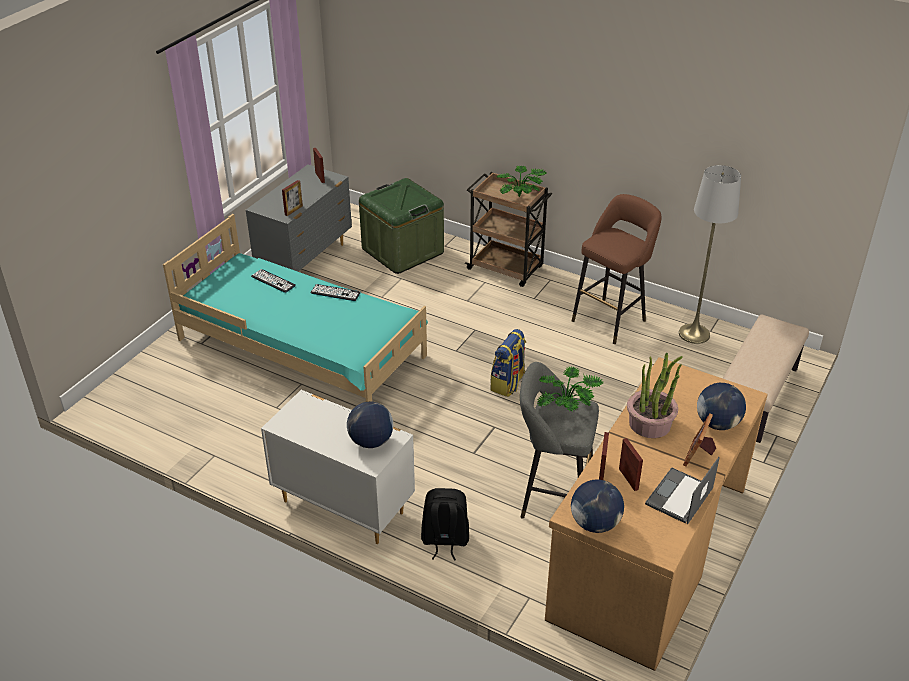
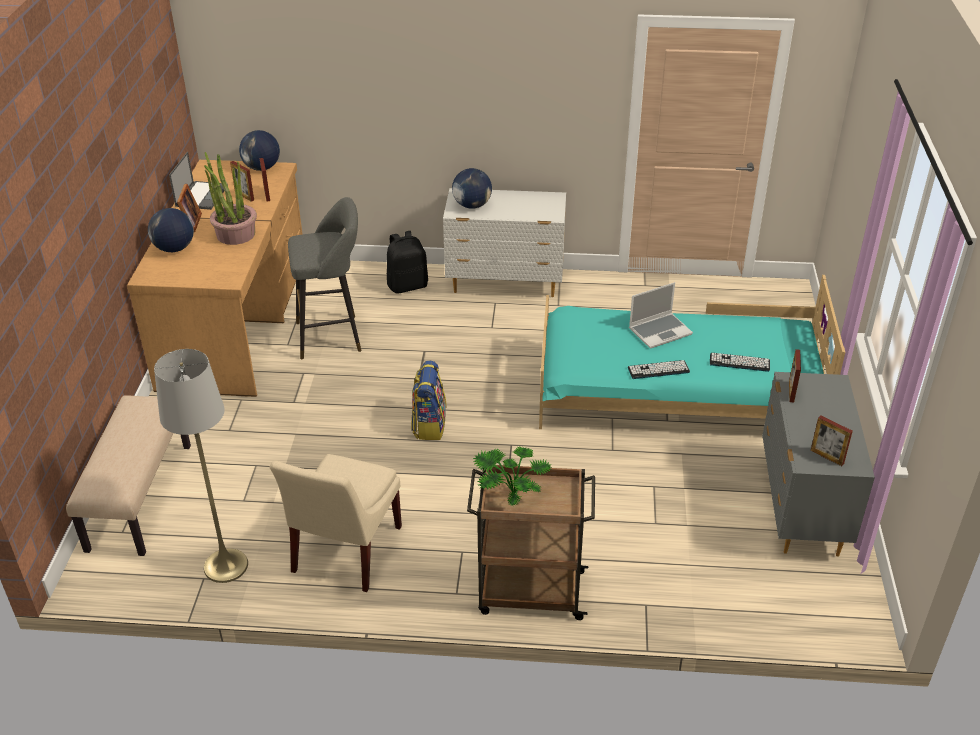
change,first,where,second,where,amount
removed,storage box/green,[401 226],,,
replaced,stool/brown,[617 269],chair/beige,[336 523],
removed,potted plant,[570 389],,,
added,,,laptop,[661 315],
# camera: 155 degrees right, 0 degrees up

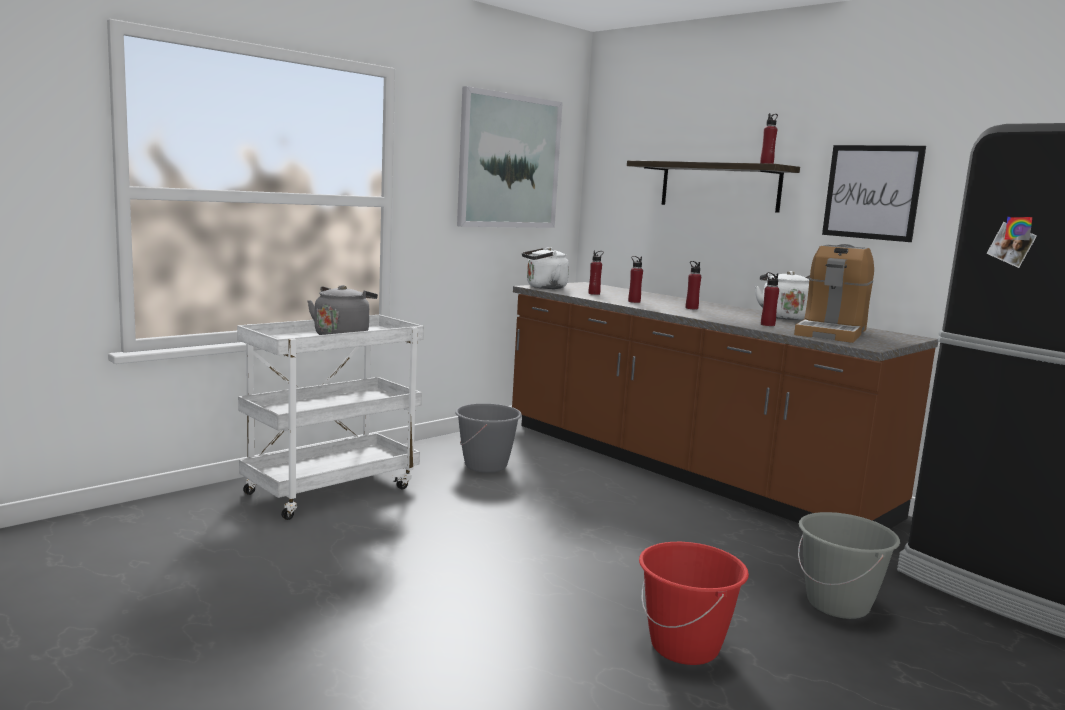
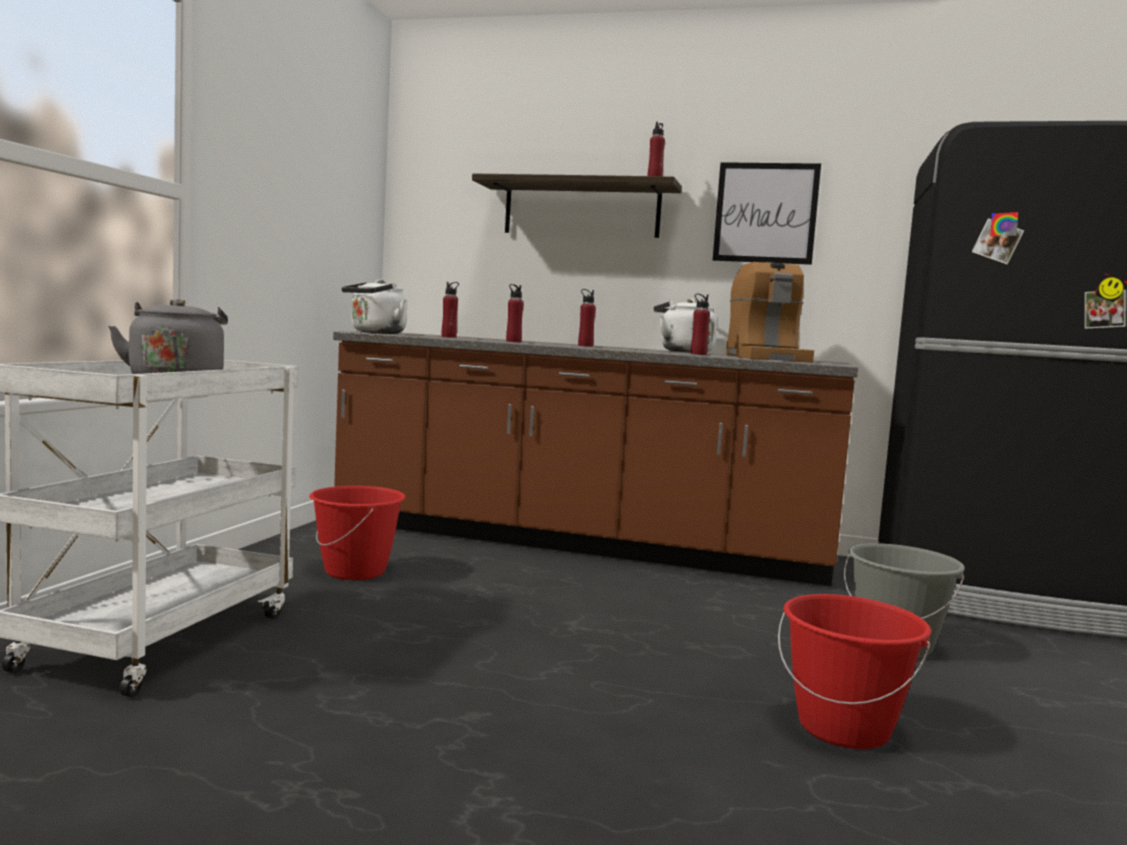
change,first,where,second,where,amount
removed,picture,[510 157],,,
recoloured,bucket/grey,[488 438],bucket/red,[357 533],
# camera: 30 degrees left, 5 degrees down

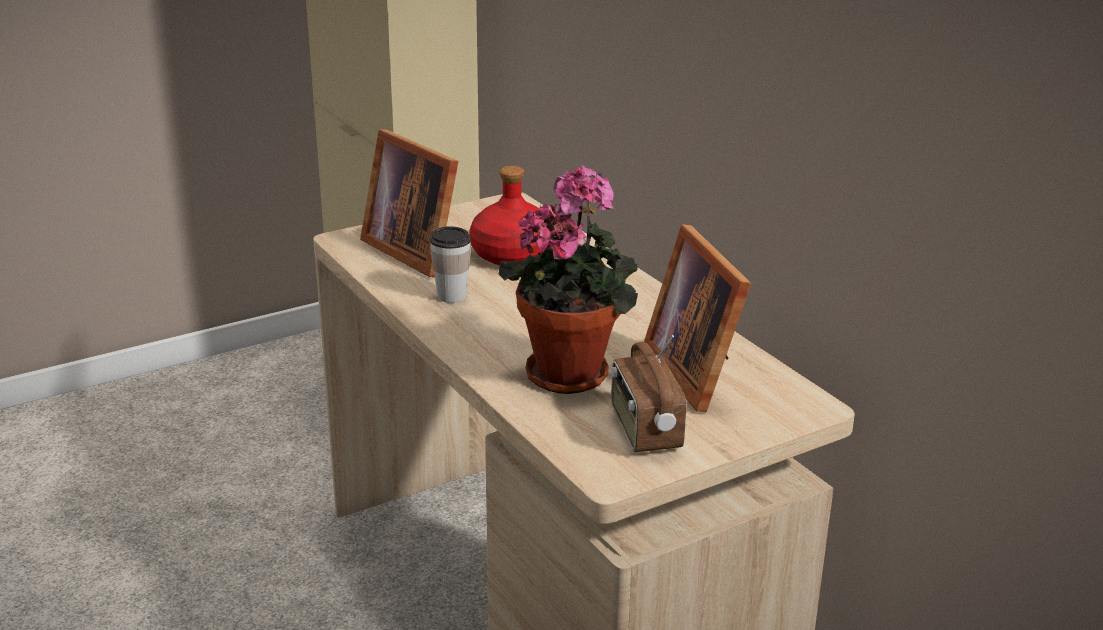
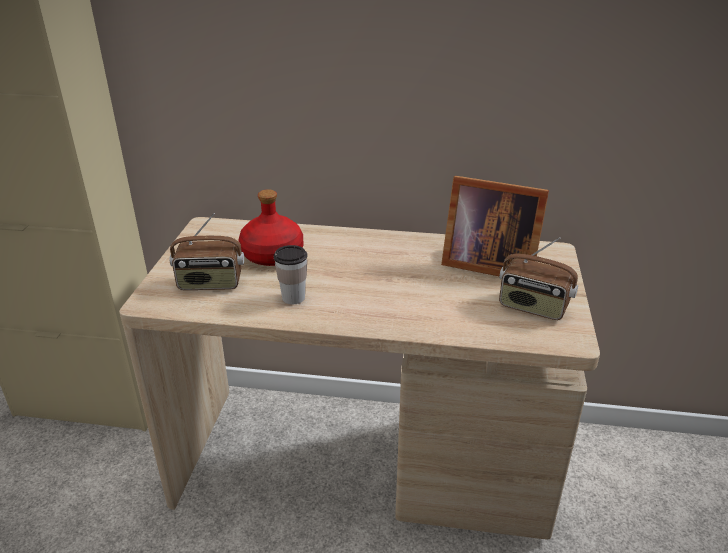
change,first,where,second,where,amount
replaced,picture frame,[409 203],radio,[206 251],
removed,potted plant,[568 279],,,
# camera: 50 degrees left, 5 degrees up

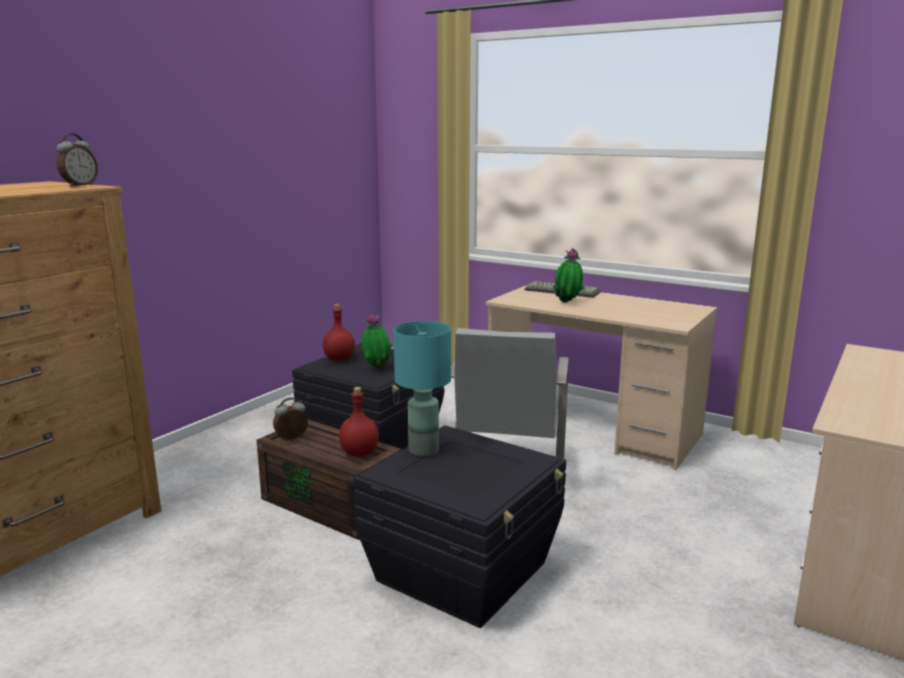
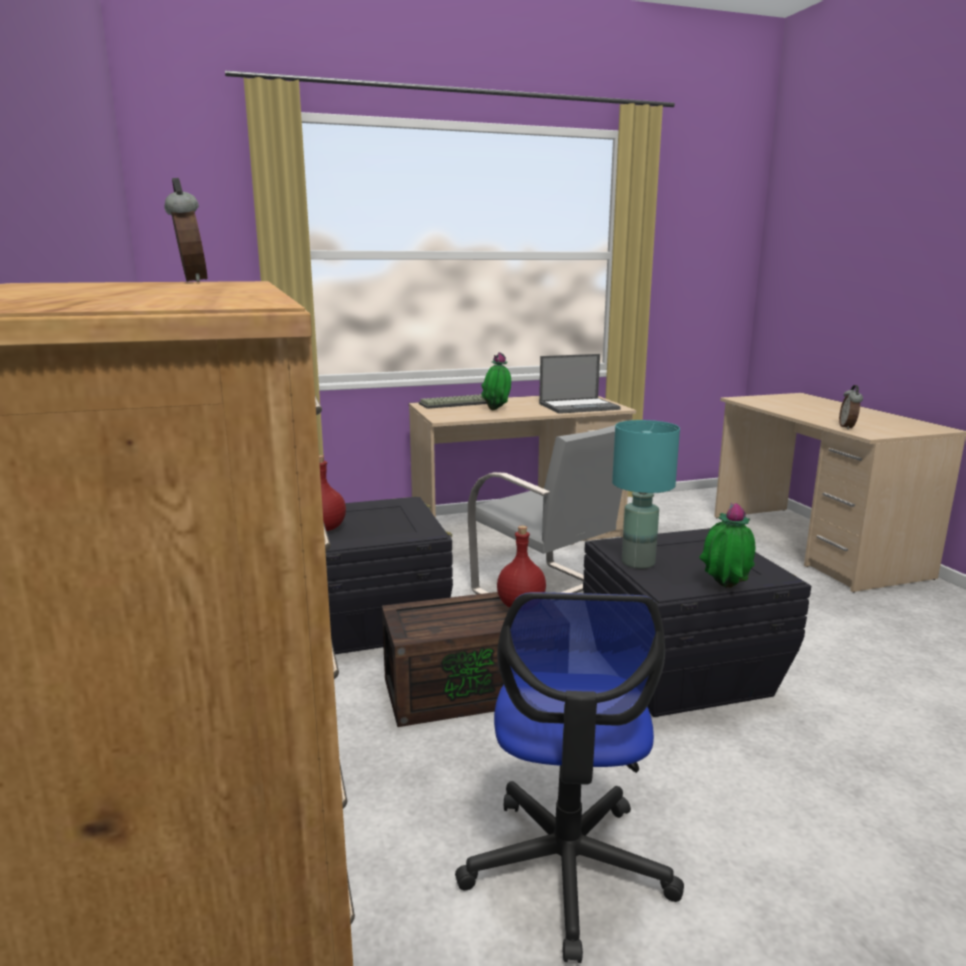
change,first,where,second,where,amount
moved,potted plant,[377 341],,[727 545],
moved,alarm clock,[290 419],,[851 407],
added,,,laptop,[580 384],
added,,,office chair,[569 777],
# camera: 50 degrees left, 0 degrees up

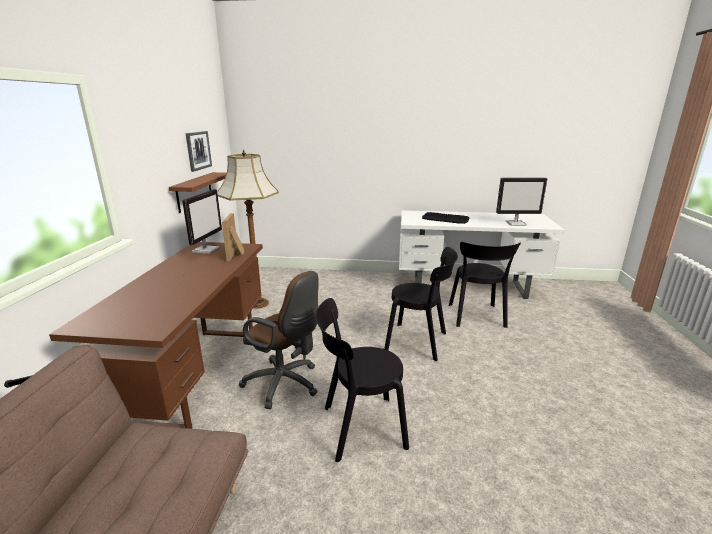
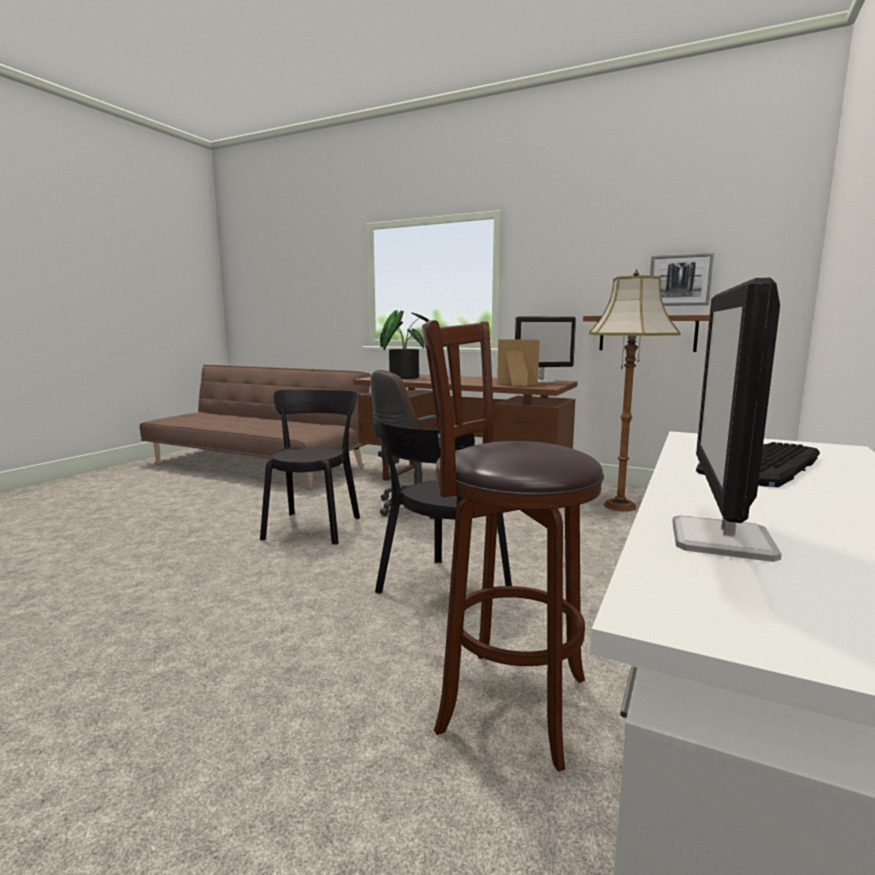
change,first,where,second,where,amount
turned,monitor,[202 221],,[545 350],45 degrees counterclockwise
replaced,chair/black,[485 285],stool/brown,[513 546],
added,,,potted plant,[404 345],
# camera: 110 degrees right, 10 degrees down

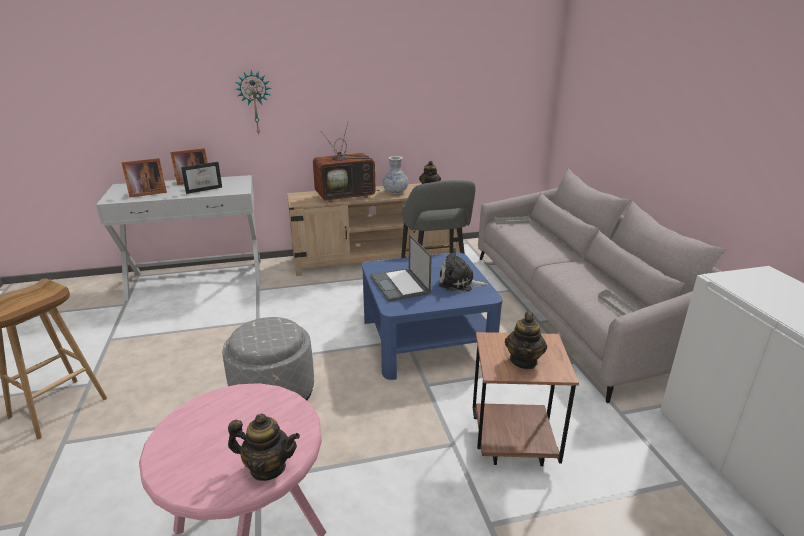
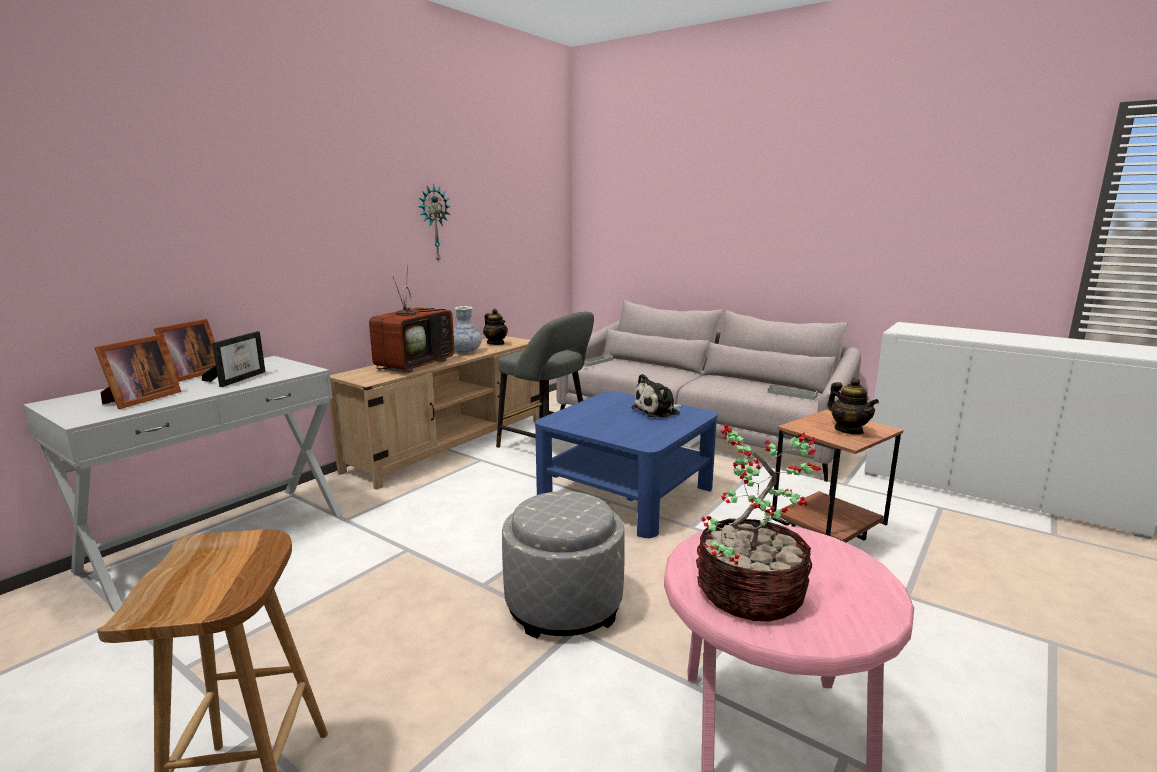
change,first,where,second,where,amount
moved,wall clock,[253 102],,[434 224],
removed,laptop,[401 268],,,
removed,teapot,[264 447],,,
added,,,potted plant,[759 522],
# camera: 40 degrees left, 10 degrees down

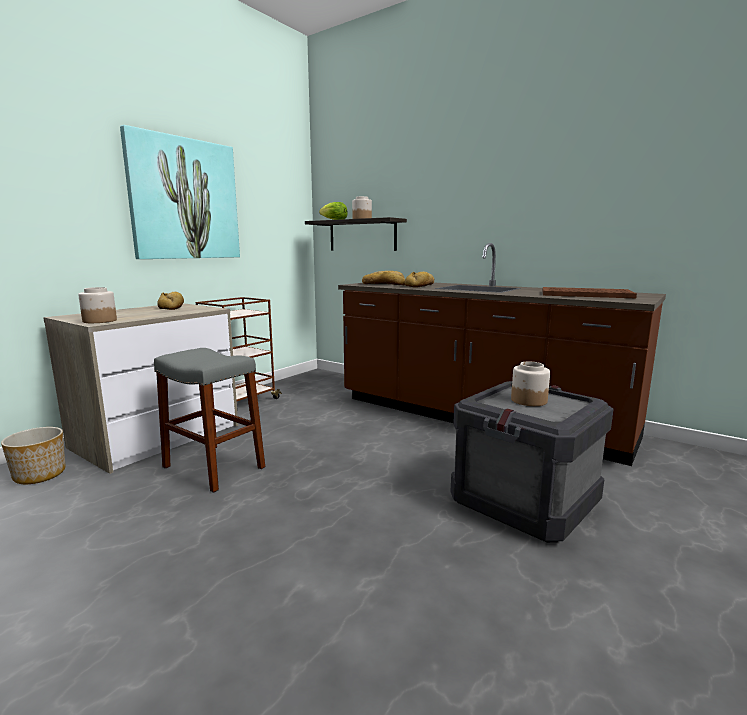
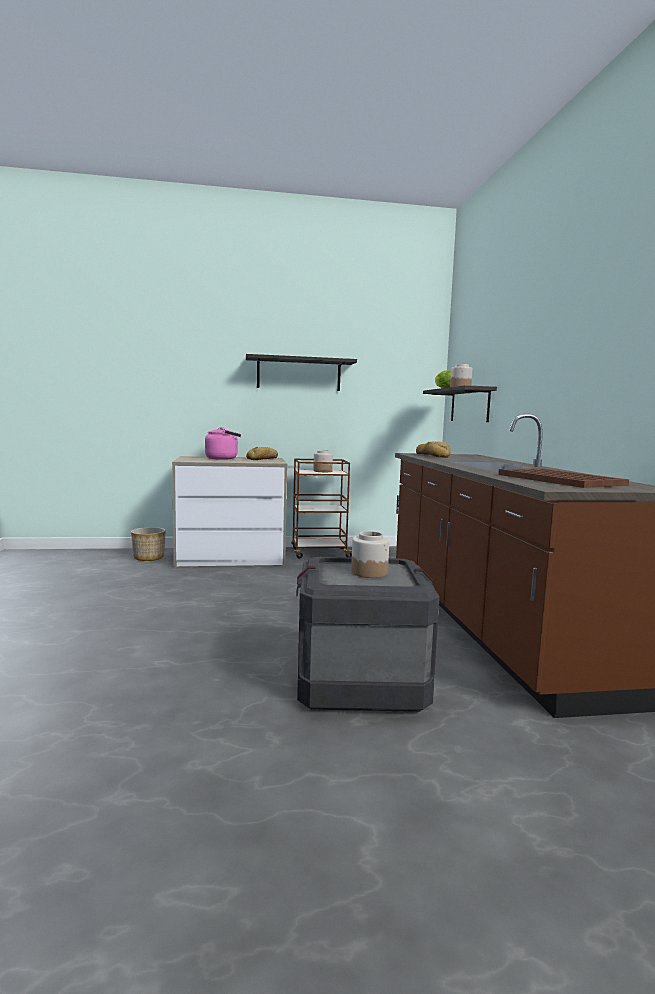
change,first,where,second,where,amount
replaced,picture,[180 192],shelf,[301 372],
removed,bread,[419 280],,,
moved,jar,[97 305],,[323 461],
removed,stool/grey,[209 420],,,
added,,,kettle/pink,[223 443],
# camera: 45 degrees right, 5 degrees down

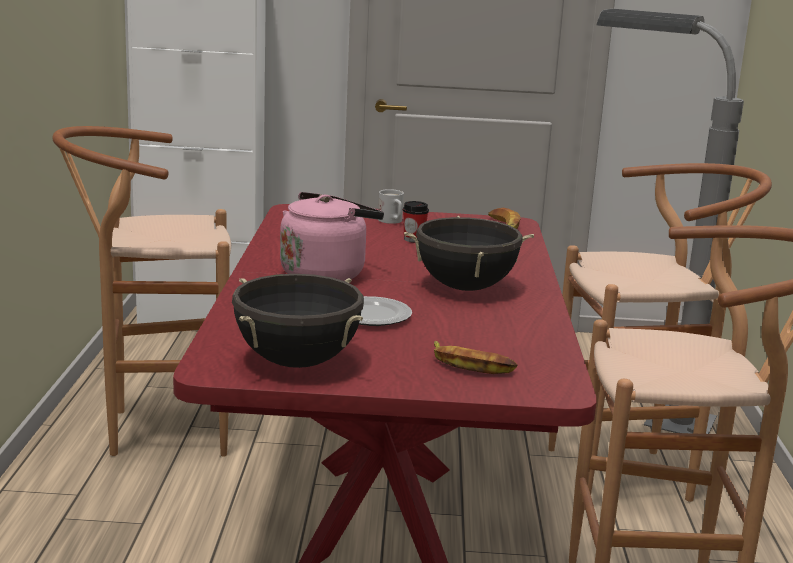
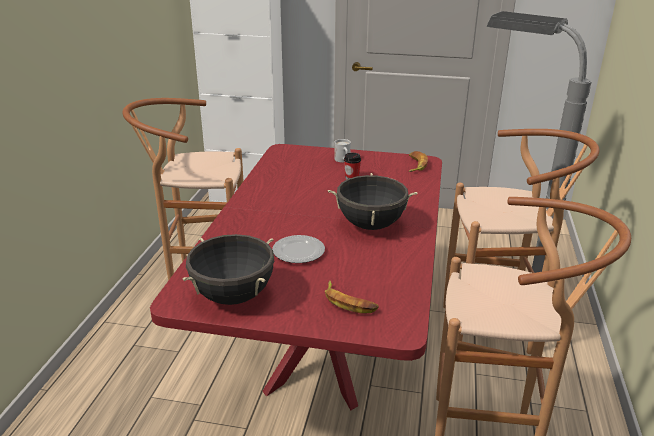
change,first,where,second,where,amount
removed,kettle/pink,[332 236],,,
# camera: 10 degrees right, 10 degrees up

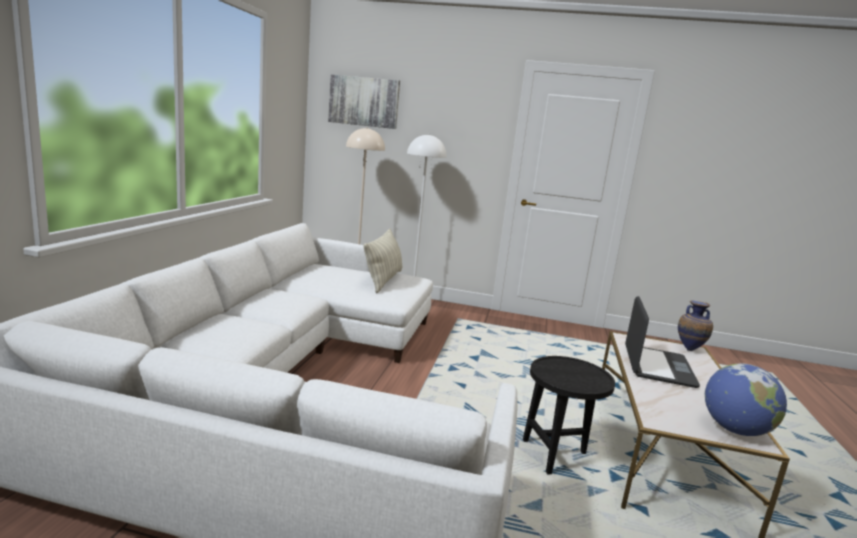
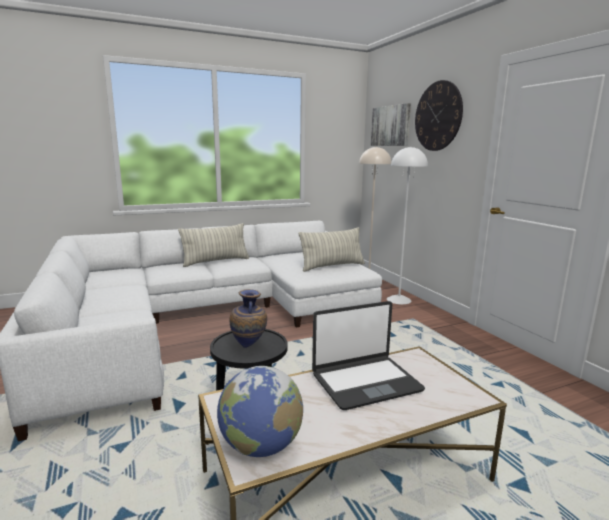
change,first,where,second,where,amount
moved,vase,[695 326],,[248 318],
added,,,wall clock,[439 115],
added,,,pillow,[213 245],
# camera: 55 degrees right, 0 degrees up

